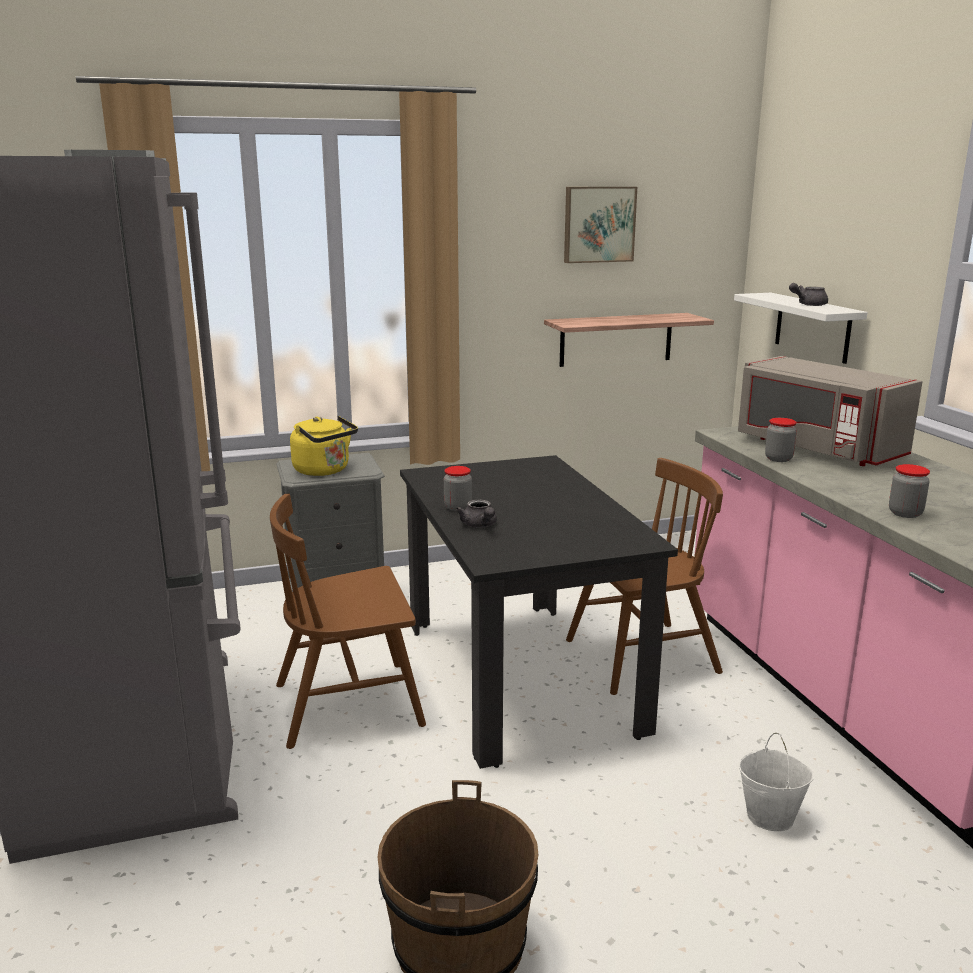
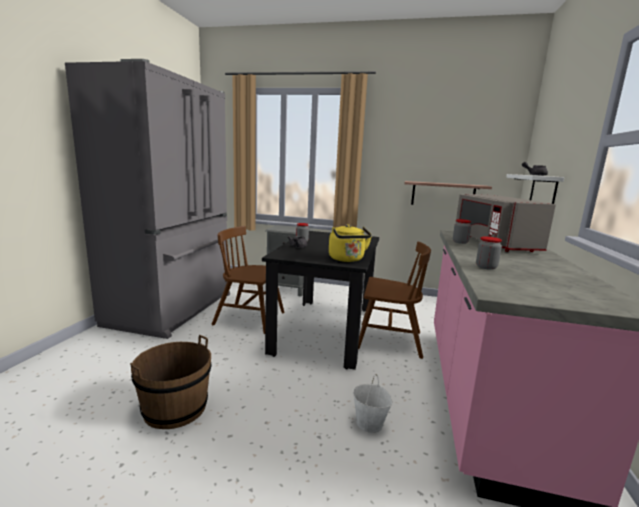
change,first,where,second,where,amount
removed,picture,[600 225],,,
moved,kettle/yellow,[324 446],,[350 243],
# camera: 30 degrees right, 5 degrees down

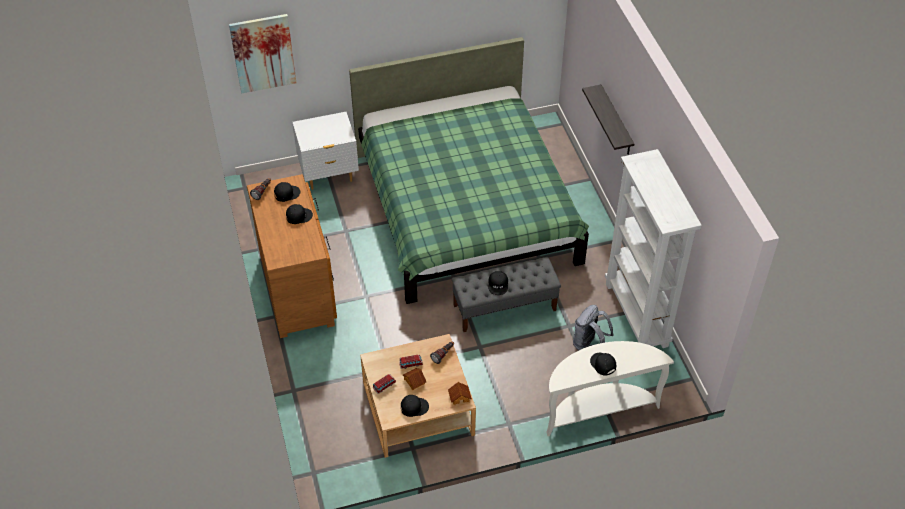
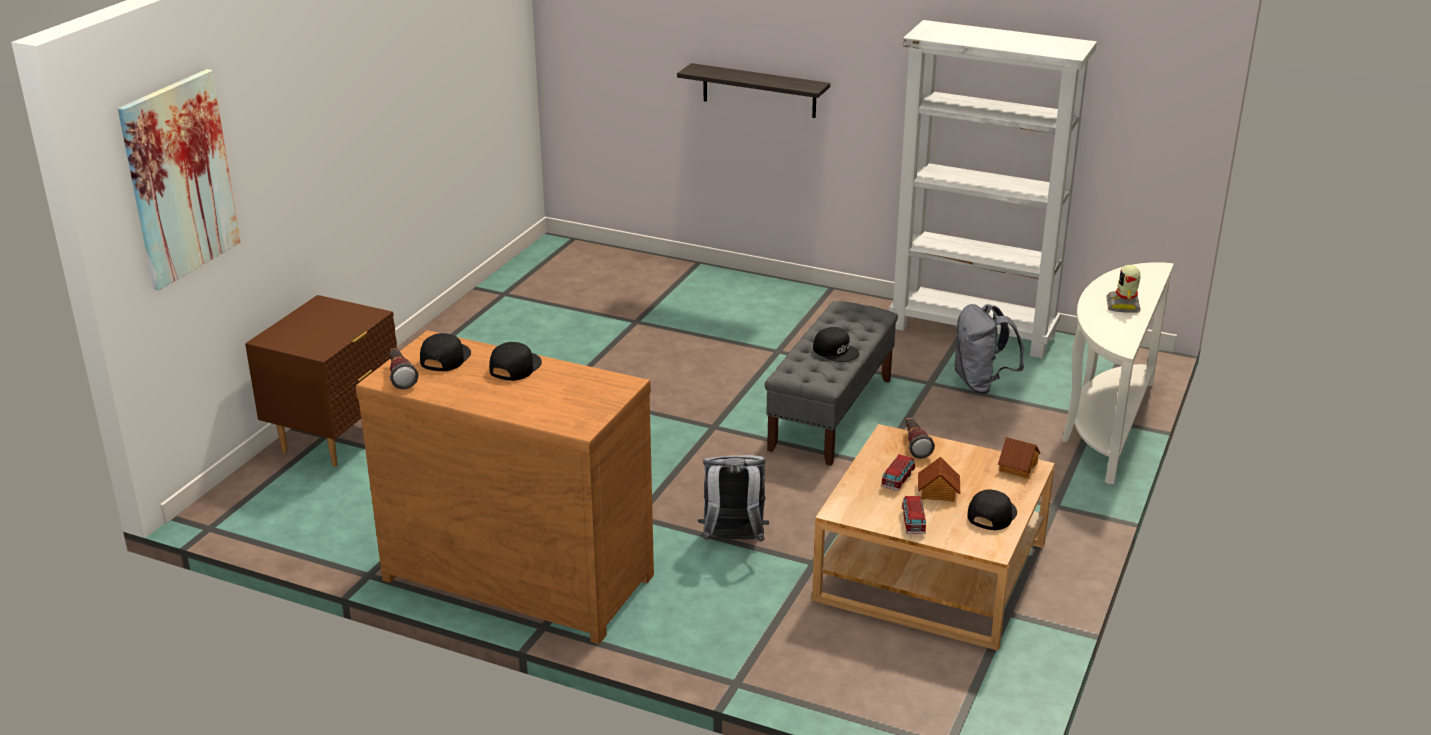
change,first,where,second,where,amount
removed,bed/green,[469 170],,,
recoloured,nightstand/white,[325 151],nightstand/brown,[321 381],
replaced,cap/black,[603 364],toy robot,[1124 289],
added,,,backpack/grey,[733 498],
# camera: 50 degrees left, 20 degrees down

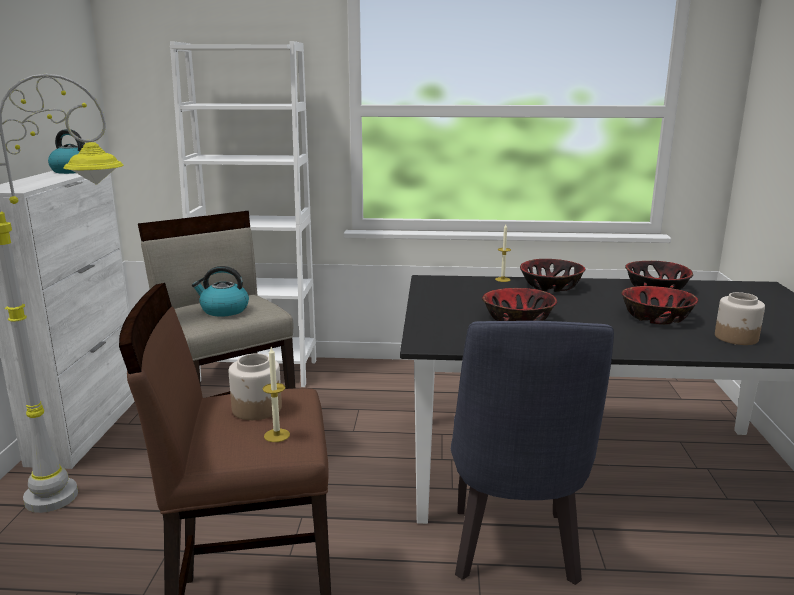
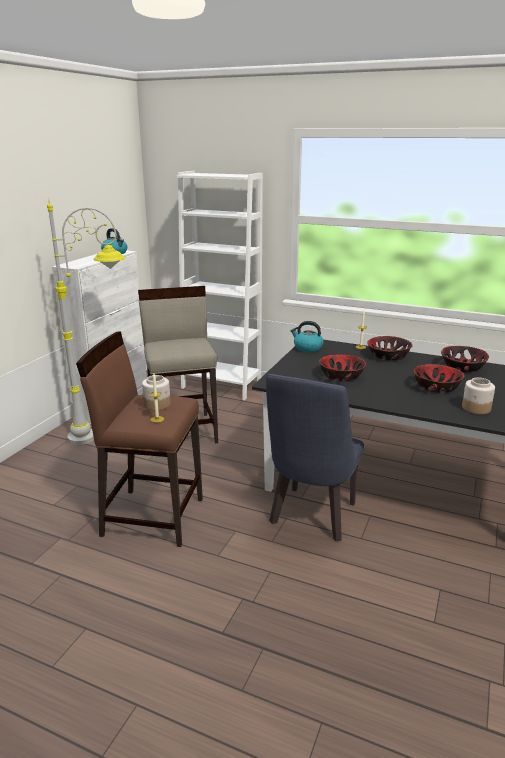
change,first,where,second,where,amount
moved,kettle,[220 291],,[307 336],
# camera: 20 degrees right, 5 degrees up

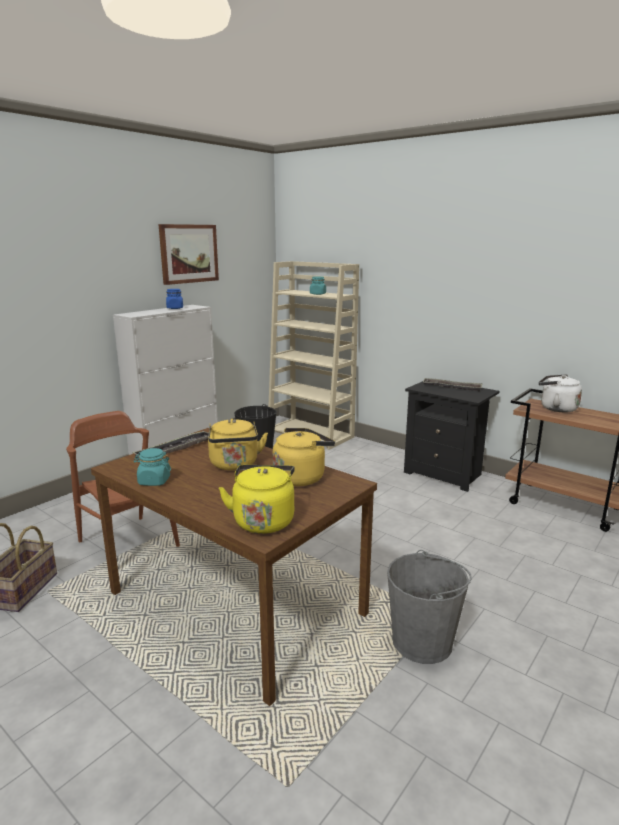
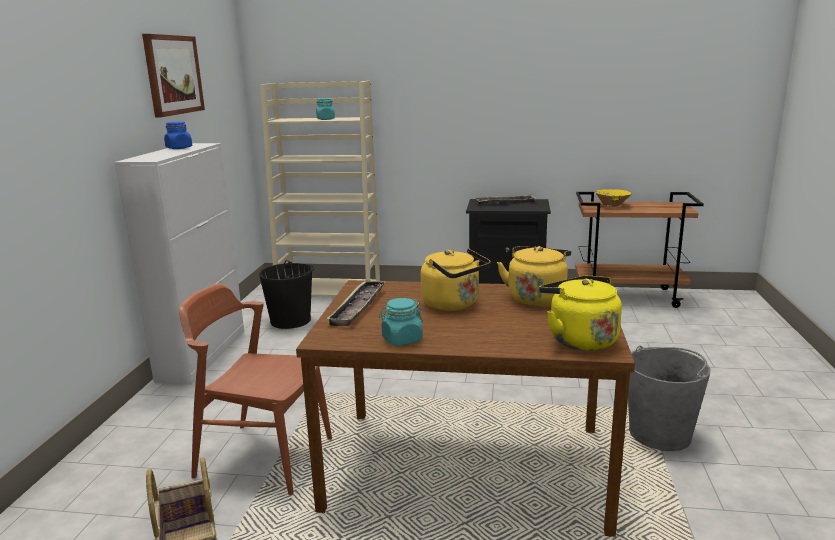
change,first,where,second,where,amount
replaced,kettle/white,[560 393],bowl/yellow,[614 198],
# camera: 30 degrees left, 0 degrees up

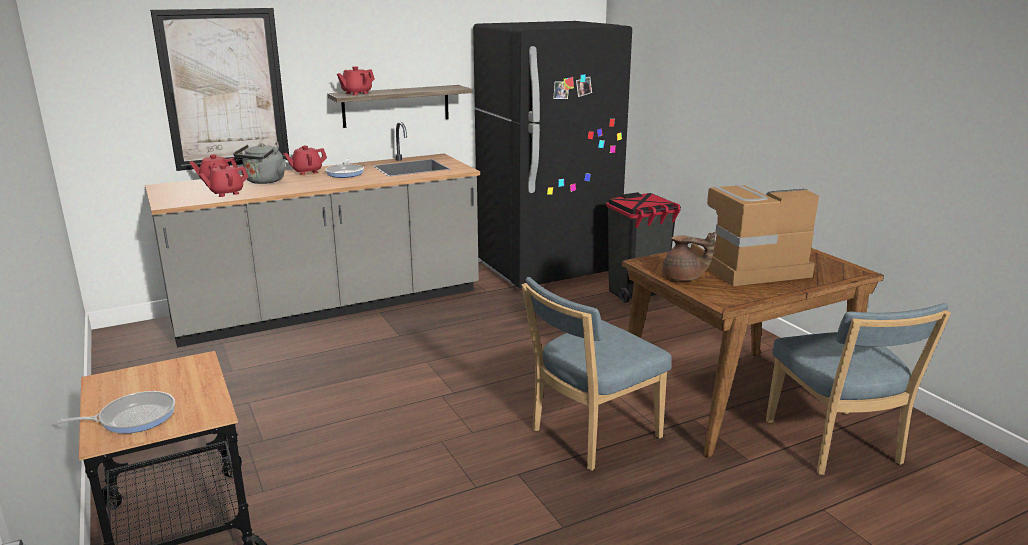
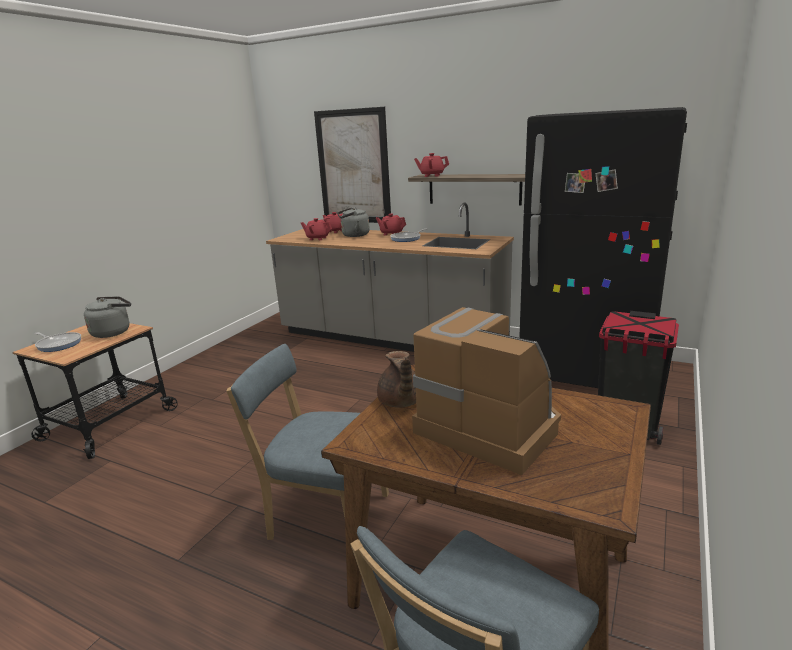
change,first,where,second,where,amount
added,,,kettle/grey,[107 317],
# camera: 55 degrees right, 0 degrees up

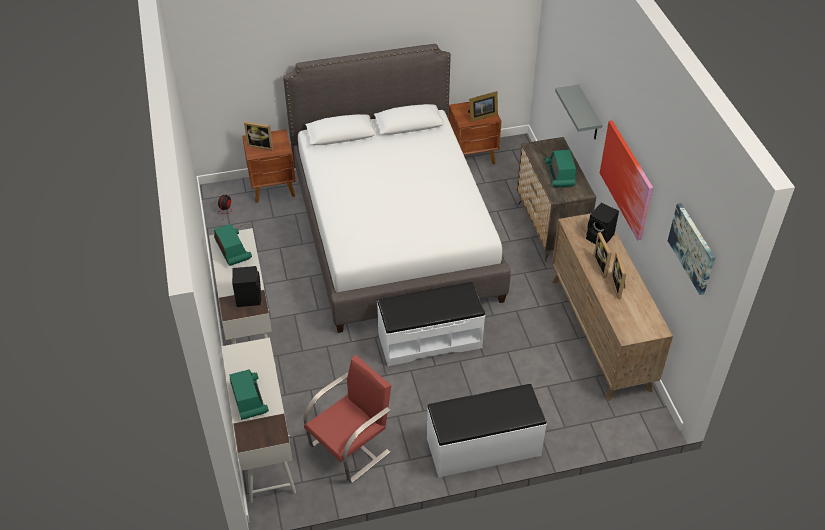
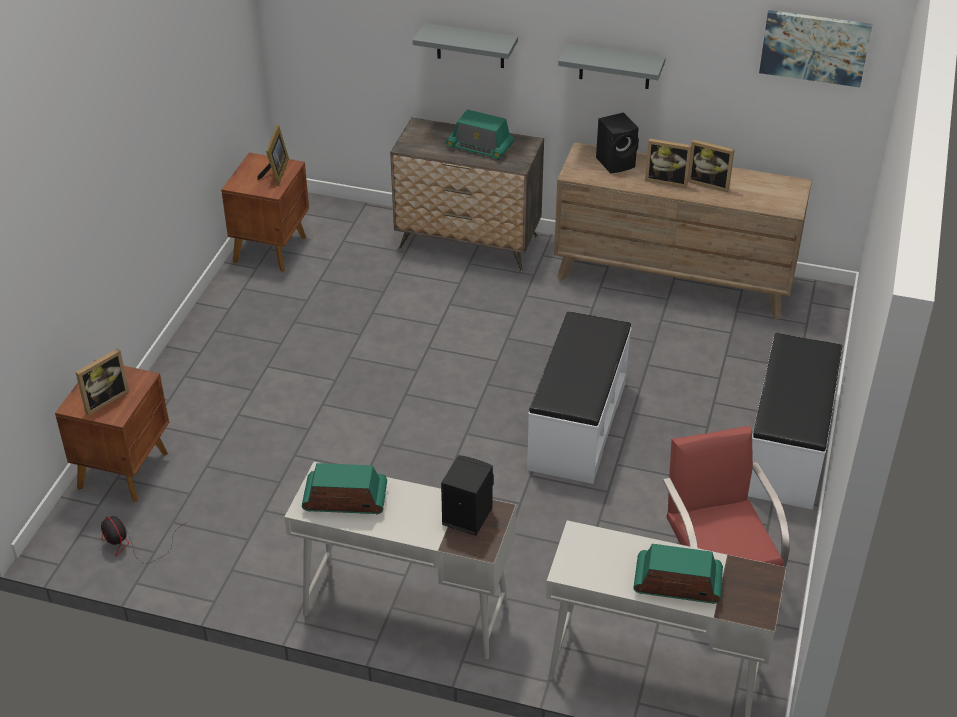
change,first,where,second,where,amount
removed,bed/white,[397 188],,,
replaced,picture,[626 180],shelf/grey,[612 66],
# camera: 60 degrees left, 5 degrees down

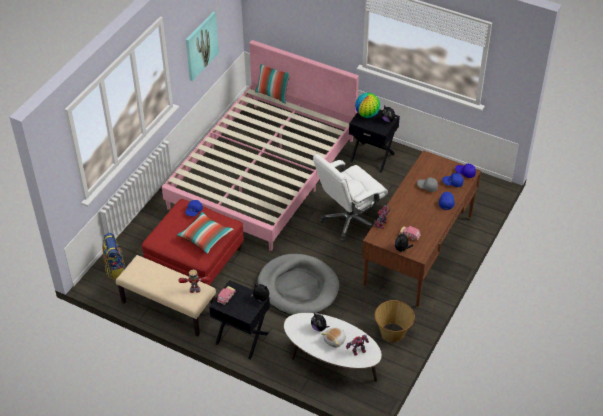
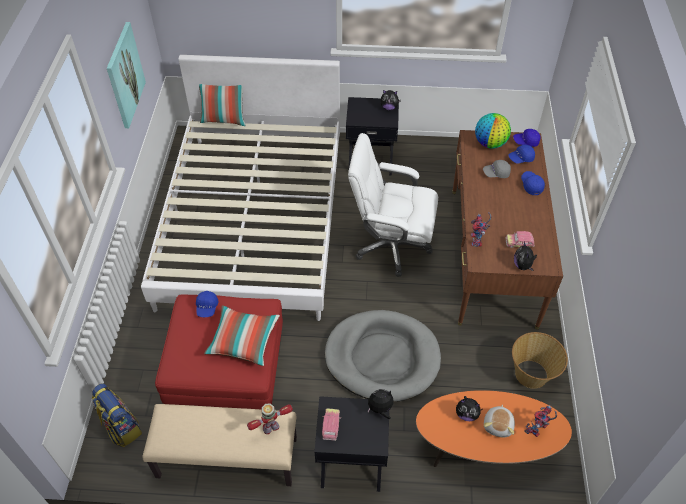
change,first,where,second,where,amount
recoloured,bed/pink,[260 145],bed/white,[240 188],
moved,globe,[367 105],,[493 131],
turned,office chair/white,[350 198],,[393 205],75 degrees clockwise
recoloured,coffee table/white,[333 347],coffee table/orange,[494 428],
# camera: 25 degrees left, 5 degrees up

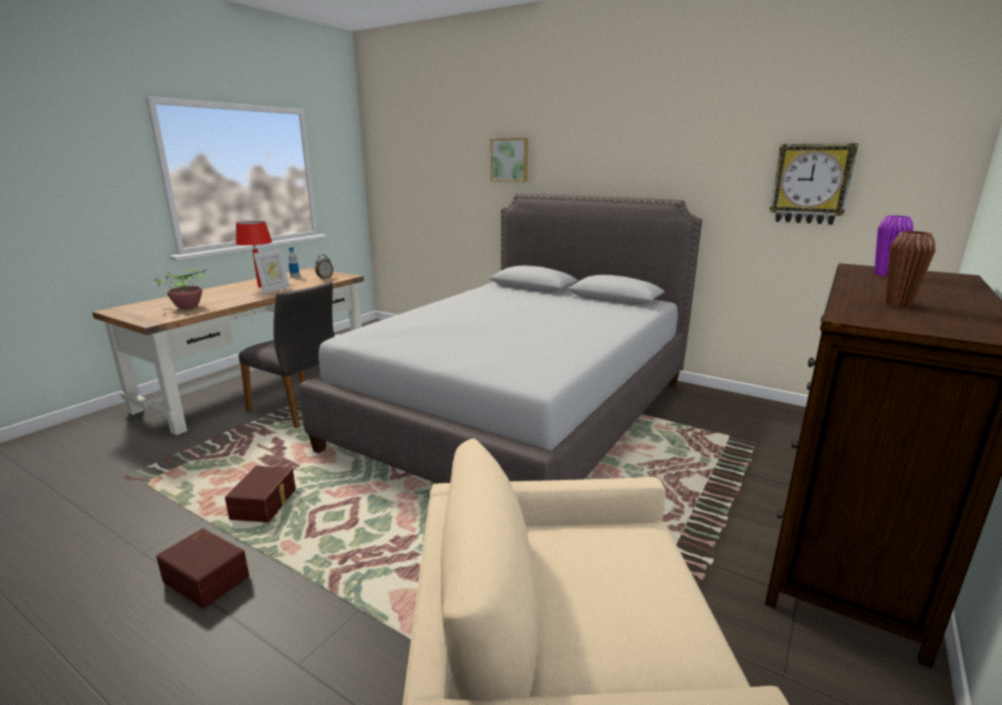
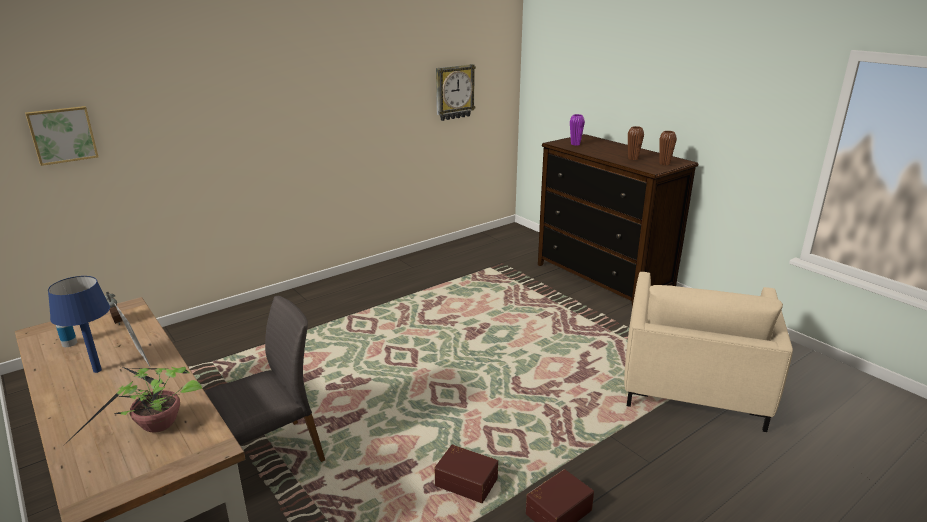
change,first,where,second,where,amount
moved,picture,[509 160],,[61 136],
removed,bed/grey,[500 338],,,
recoloured,table lamp/red,[253 254],table lamp/blue,[79 324],
added,,,vase/brown,[668 148],
# camera: 70 degrees left, 5 degrees up

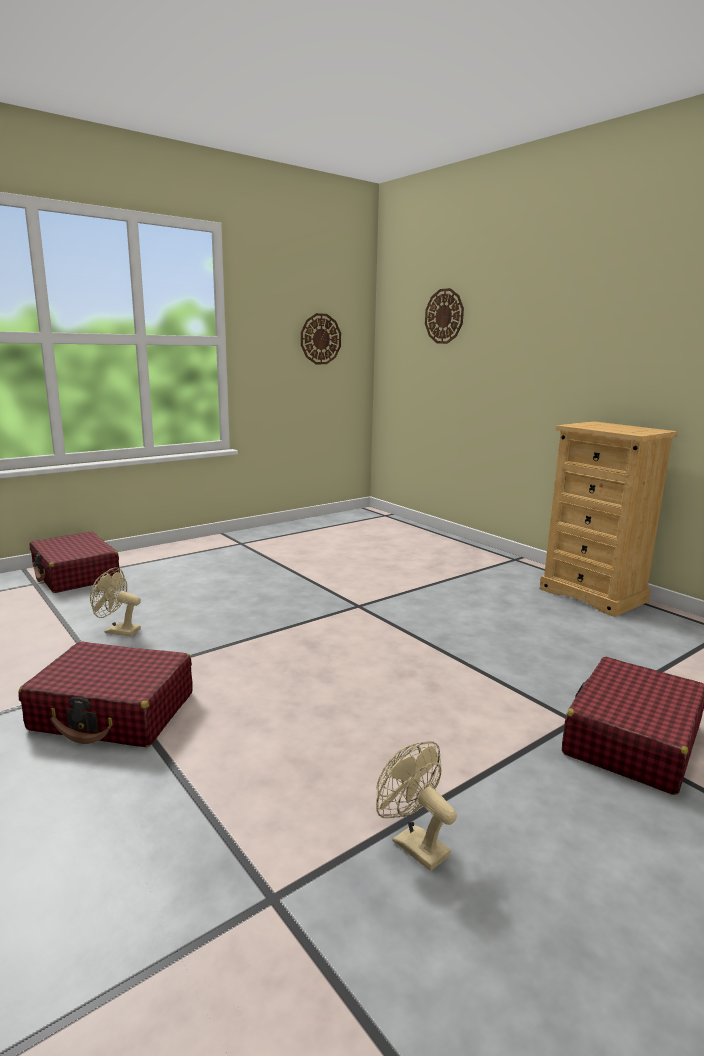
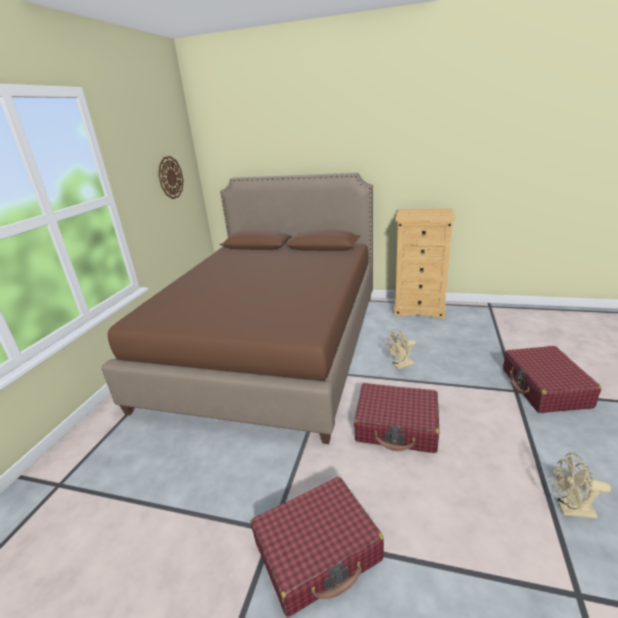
change,first,where,second,where,amount
removed,wall clock,[444 316],,,
moved,suitcase/red,[75 562],,[396 418],
moved,fan/beige,[115 602],,[401 349],
added,,,bed/brown,[237 308],
# camera: 35 degrees left, 10 degrees up

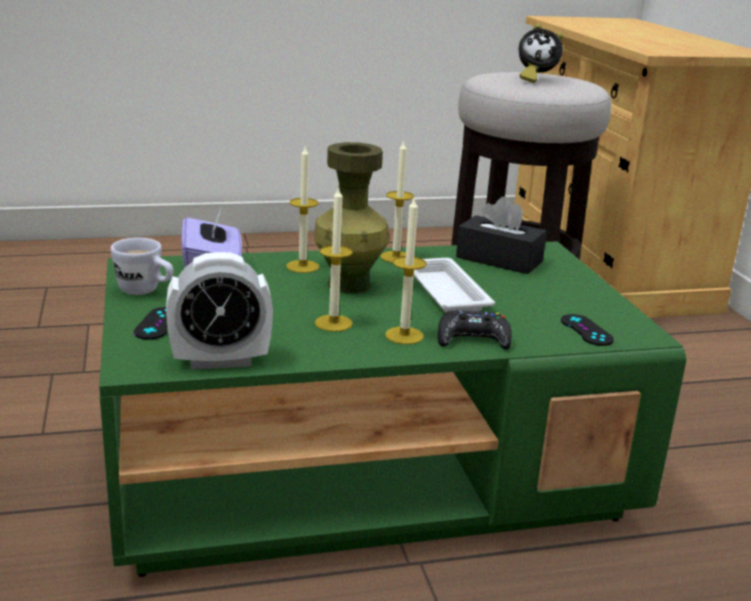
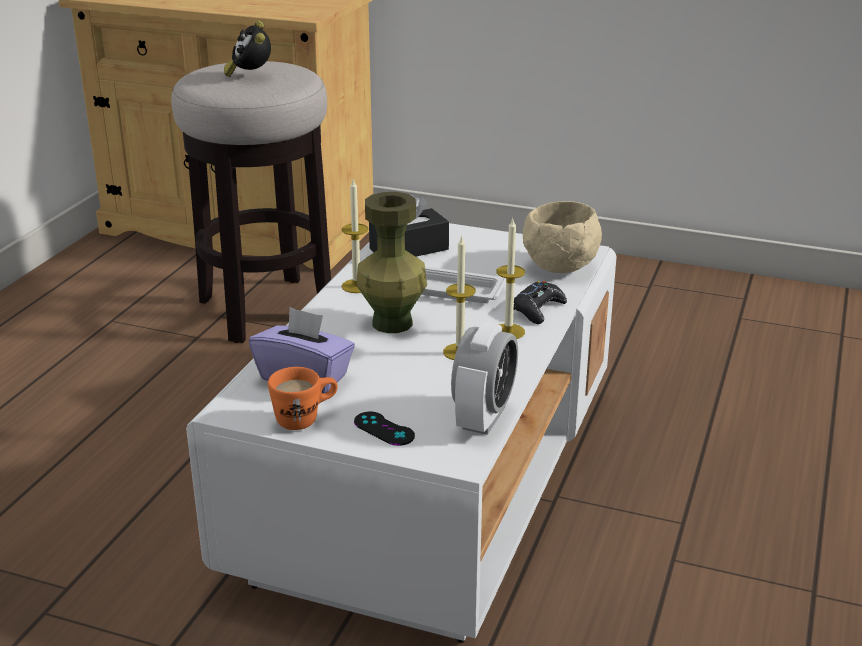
change,first,where,second,where,amount
turned,alarm clock,[541 53],,[247 49],120 degrees clockwise
removed,candle,[302 210],,,
recoloured,mug/white,[142 266],mug/orange,[303 398],
recoloured,coffee table/green,[392 409],coffee table/white,[401 433],
replaced,game controller/black,[587 330],bowl/beige,[562 237],
# camera: 55 degrees left, 5 degrees up

